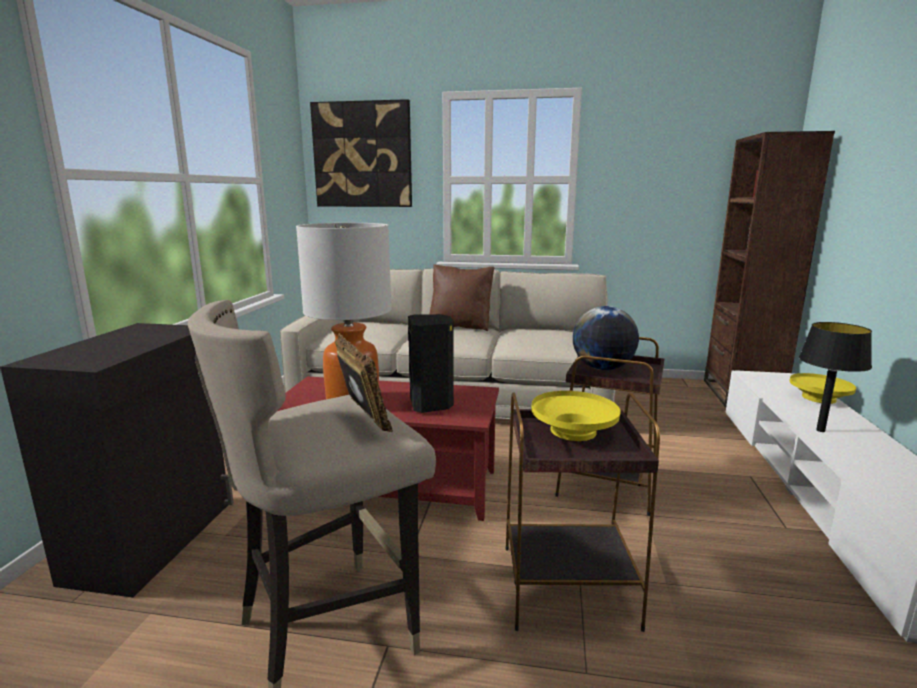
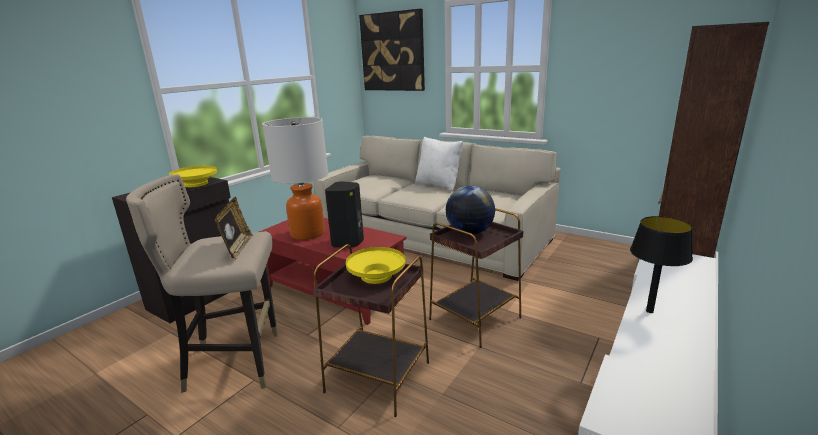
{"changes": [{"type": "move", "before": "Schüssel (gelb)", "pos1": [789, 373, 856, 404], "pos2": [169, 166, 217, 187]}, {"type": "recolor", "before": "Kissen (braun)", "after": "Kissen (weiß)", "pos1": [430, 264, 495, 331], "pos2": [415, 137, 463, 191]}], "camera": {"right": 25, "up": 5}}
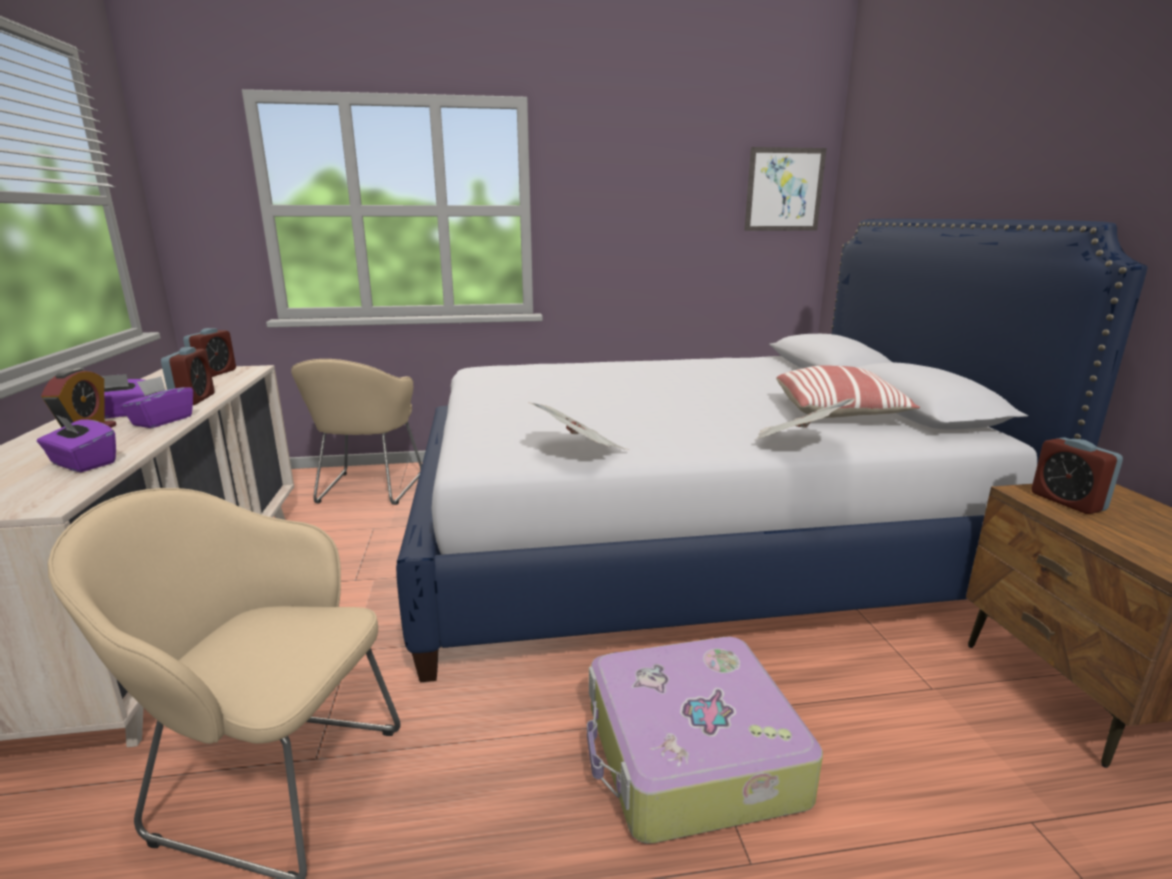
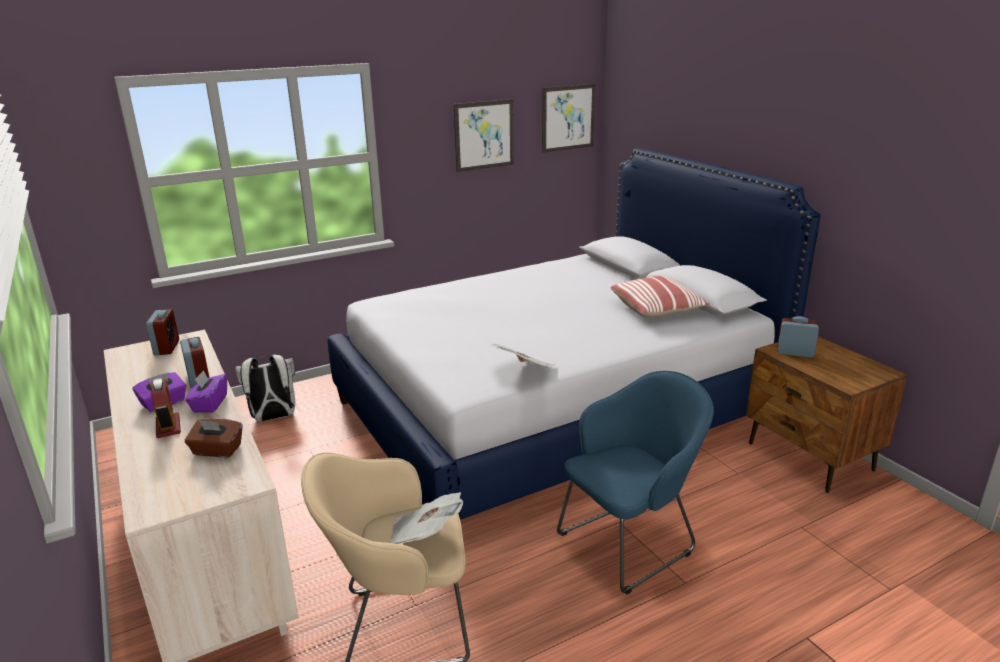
{"changes": [{"type": "insert", "after": "Bild", "pos2": [454, 99, 514, 172]}, {"type": "move", "before": "Zeitung", "pos1": [755, 398, 855, 440], "pos2": [389, 492, 463, 544]}, {"type": "replace", "before": "Sessel (beige)", "after": "Rucksack (weiß)", "pos1": [291, 359, 422, 505], "pos2": [235, 355, 296, 422]}, {"type": "replace", "before": "Koffer", "after": "Sessel (blau)", "pos1": [587, 637, 823, 844], "pos2": [557, 371, 714, 595]}, {"type": "recolor", "before": "Taschentuchbox (lila)", "after": "Taschentuchbox (braun)", "pos1": [37, 414, 116, 472], "pos2": [185, 418, 242, 458]}, {"type": "rotate", "before": "Wecker", "pos1": [1032, 437, 1123, 514], "pos2": [778, 316, 819, 358], "turn": 150}], "camera": {"right": -20, "up": 5}}
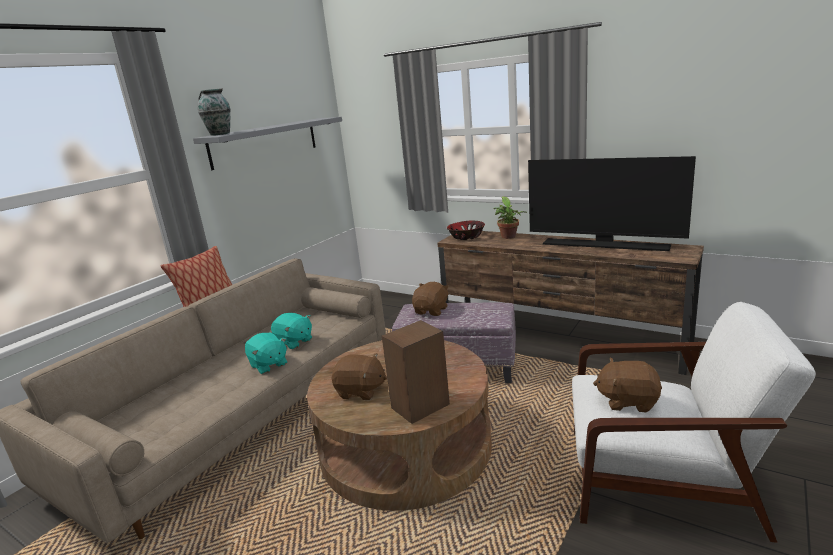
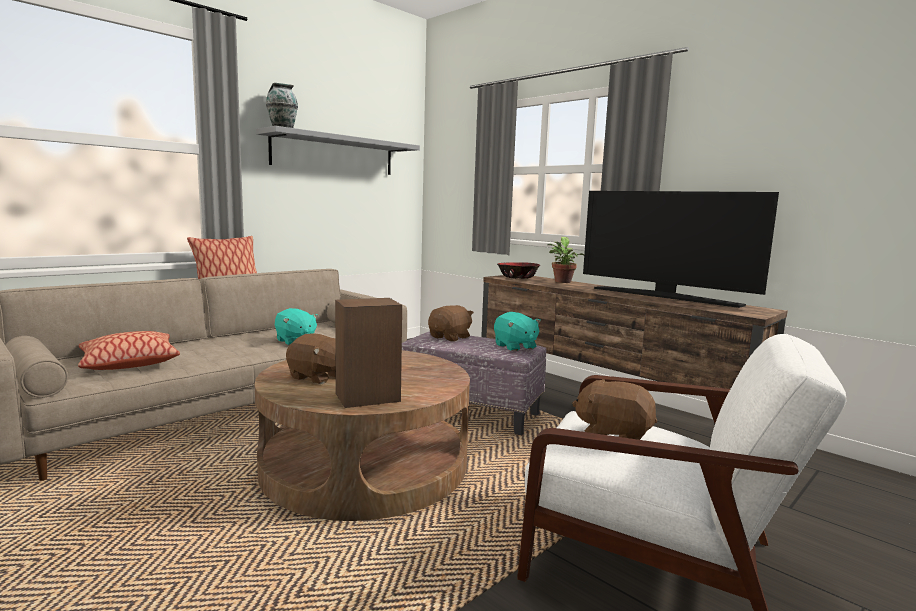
{"changes": [{"type": "insert", "after": "Kissen", "pos2": [78, 331, 180, 370]}, {"type": "move", "before": "Plüschtier (türkis)", "pos1": [245, 333, 287, 374], "pos2": [494, 312, 541, 351]}], "camera": {"right": 10, "up": -10}}
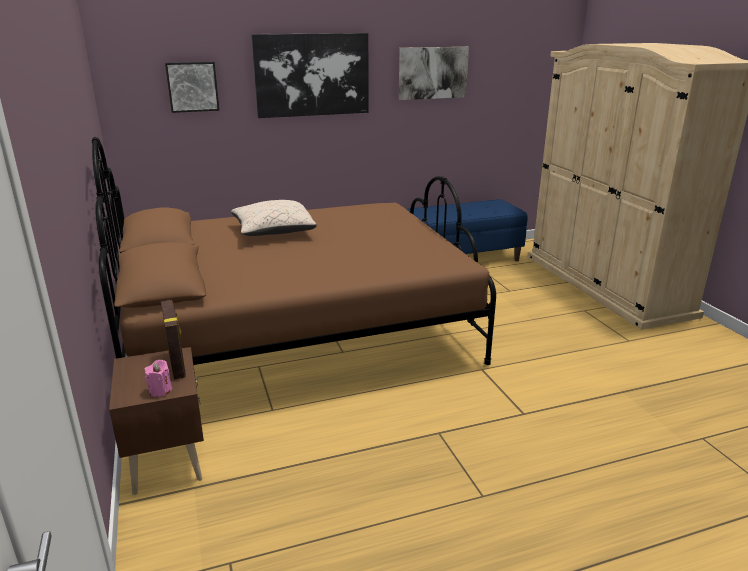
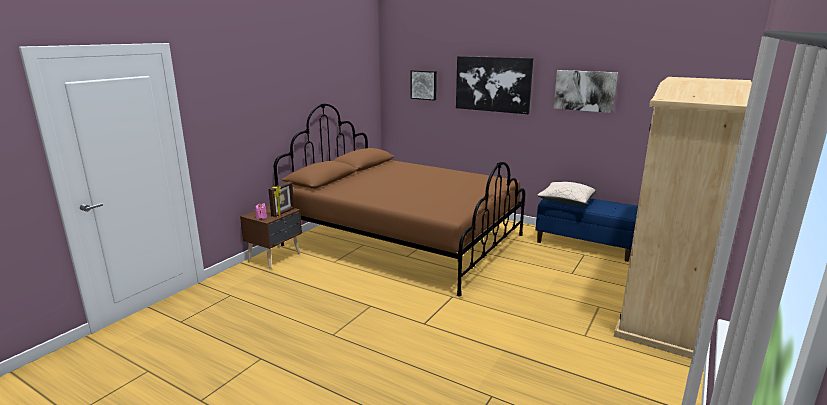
{"changes": [{"type": "move", "before": "Kissen (beige)", "pos1": [231, 200, 317, 236], "pos2": [538, 182, 596, 206]}], "camera": {"right": 50, "up": -5}}
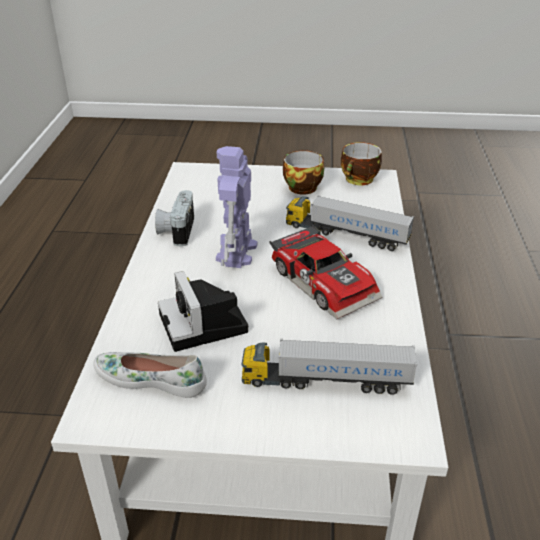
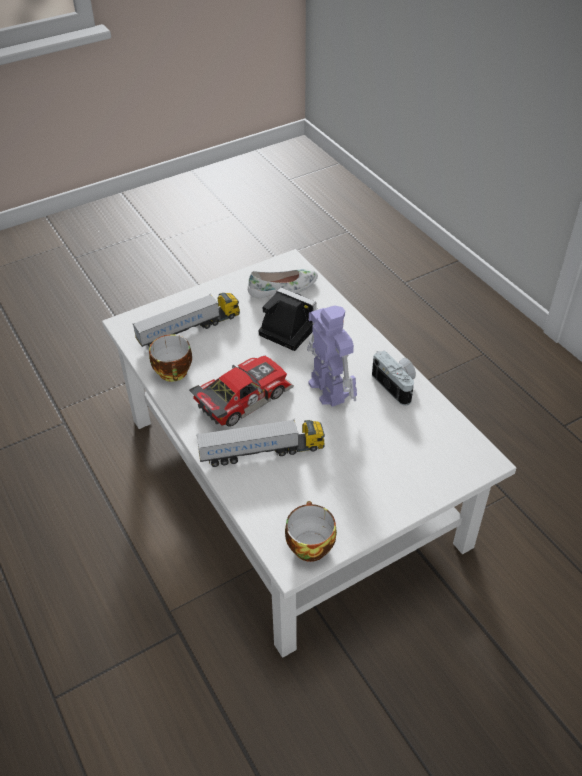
{"changes": [{"type": "move", "before": "Tasse", "pos1": [283, 150, 324, 195], "pos2": [149, 334, 192, 382]}, {"type": "rotate", "before": "Spielzeugauto", "pos1": [270, 225, 382, 319], "pos2": [189, 356, 294, 427], "turn": 120}], "camera": {"right": 145, "up": 10}}
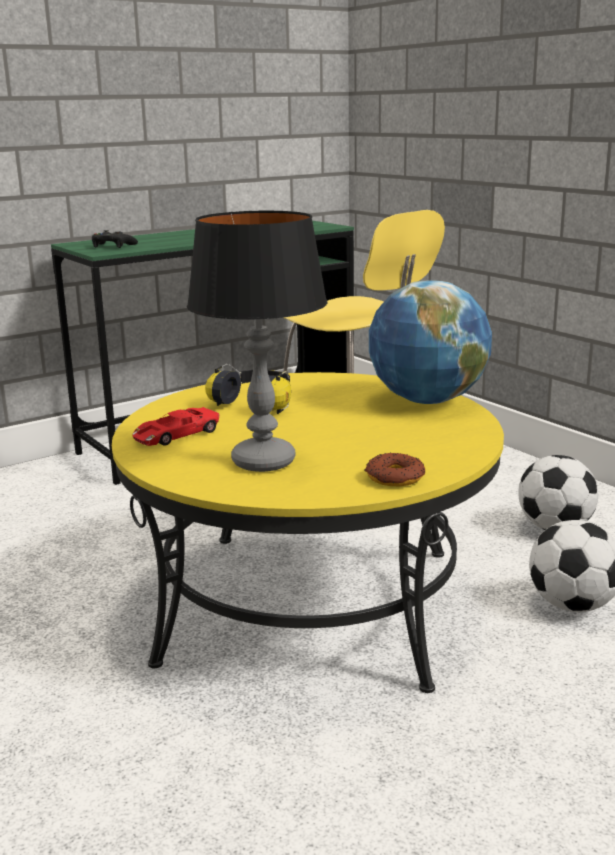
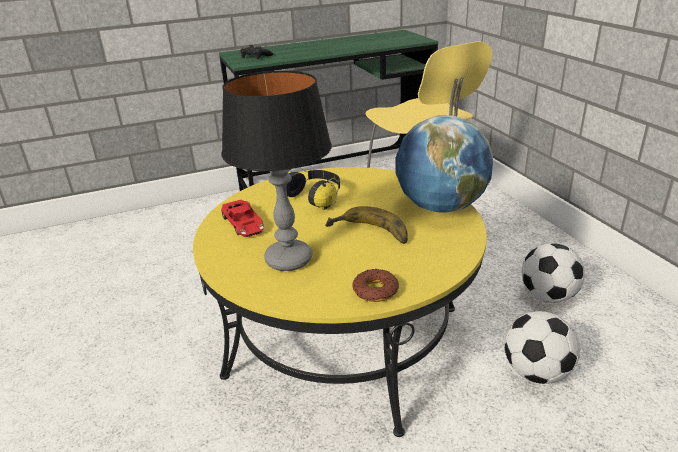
{"changes": [{"type": "insert", "after": "Banane", "pos2": [325, 206, 408, 244]}, {"type": "rotate", "before": "Spielzeugauto (rot)", "pos1": [133, 407, 219, 446], "pos2": [221, 199, 264, 237], "turn": -90}], "camera": {"right": 15, "up": 10}}
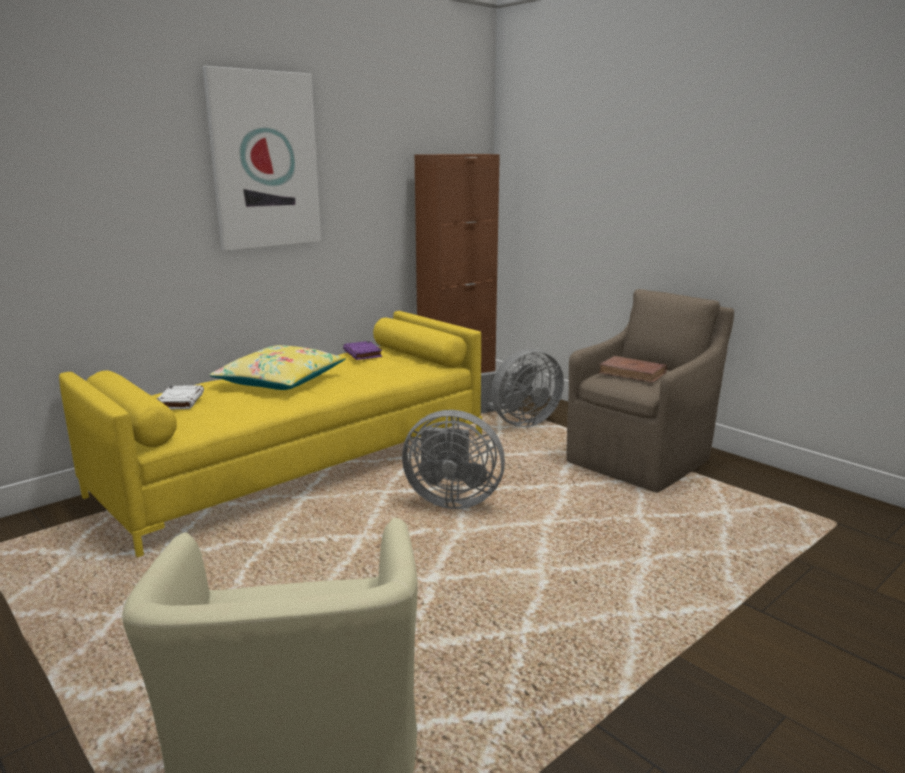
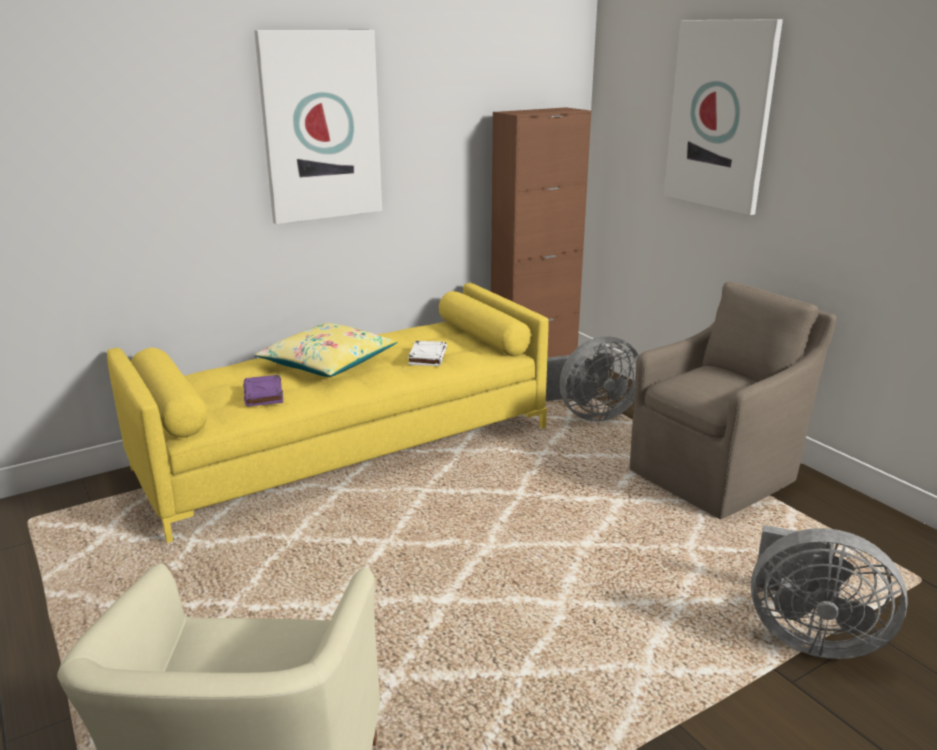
{"changes": [{"type": "delete", "before": "Buch (braun)", "pos1": [598, 356, 667, 383]}, {"type": "insert", "after": "Bild", "pos2": [664, 19, 783, 215]}, {"type": "move", "before": "Buch (weiß)", "pos1": [157, 385, 204, 409], "pos2": [408, 341, 447, 366]}, {"type": "move", "before": "Buch (lila)", "pos1": [343, 341, 382, 360], "pos2": [243, 375, 283, 407]}, {"type": "move", "before": "Ventilator (grau)", "pos1": [402, 410, 505, 509], "pos2": [751, 525, 908, 659]}], "camera": {"right": 10, "up": 5}}
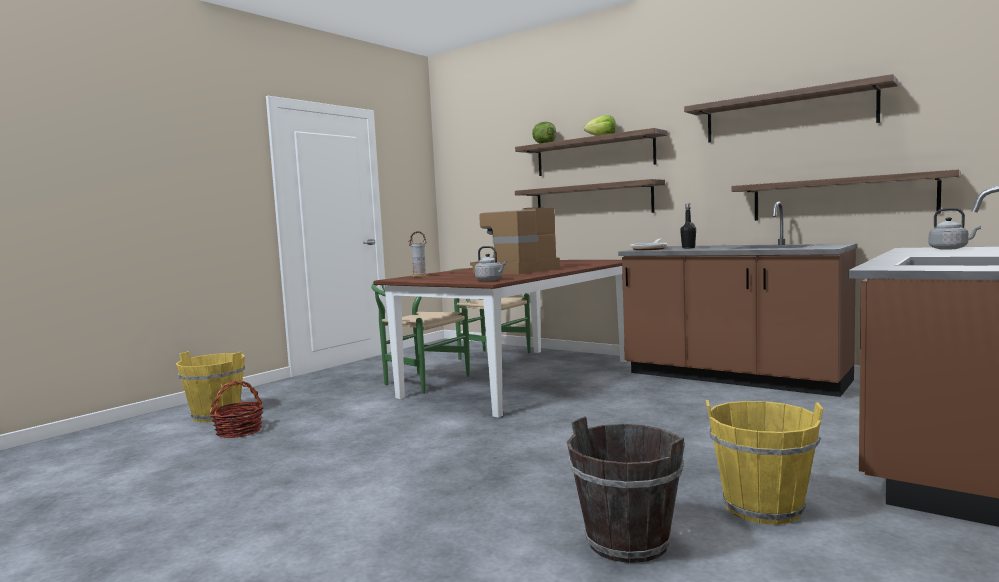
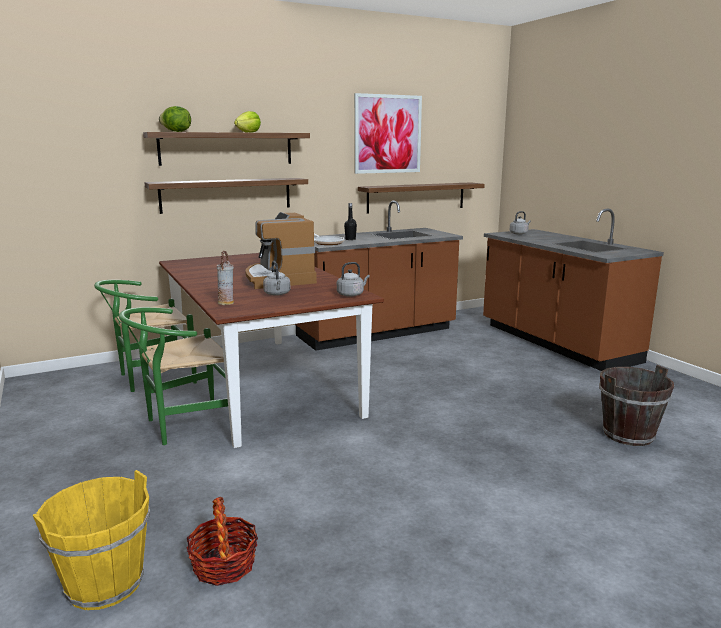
{"changes": [{"type": "delete", "before": "Eimer (gelb)", "pos1": [706, 400, 823, 525]}, {"type": "insert", "after": "Wasserkessel (grau)", "pos2": [263, 261, 290, 296]}, {"type": "replace", "before": "Wandregal", "after": "Bild", "pos1": [684, 74, 898, 142], "pos2": [354, 93, 422, 174]}], "camera": {"right": -65, "up": 10}}
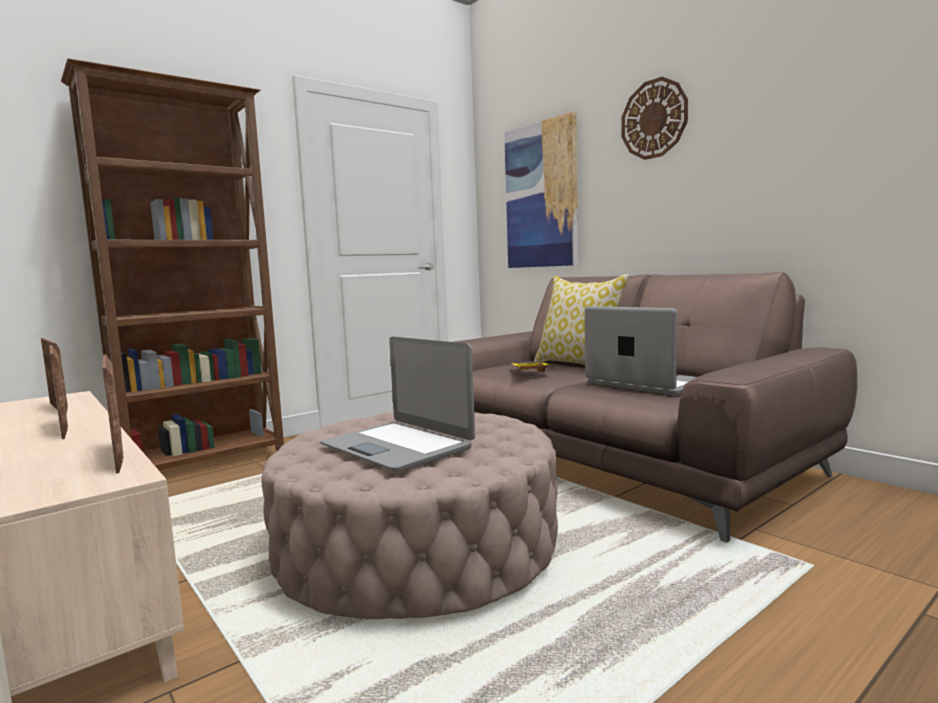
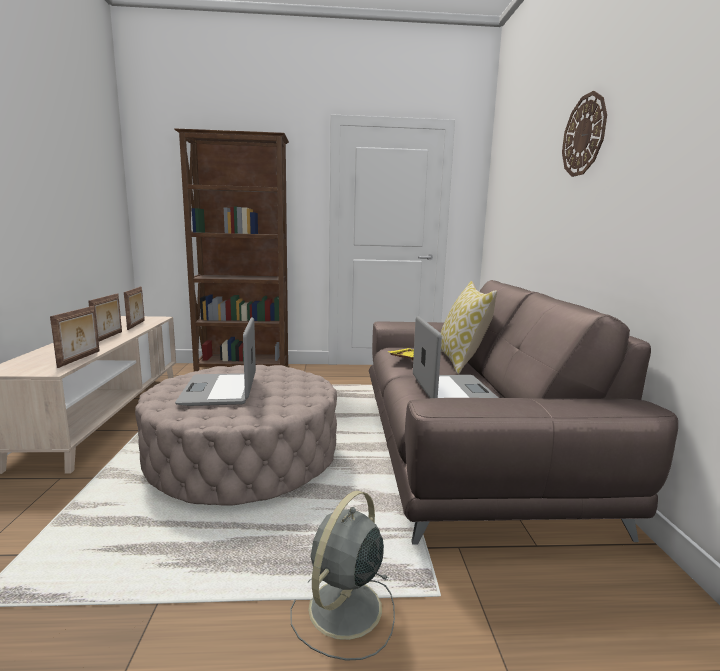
{"changes": [{"type": "delete", "before": "Bild", "pos1": [504, 111, 578, 268]}, {"type": "insert", "after": "Ventilator (grau)", "pos2": [290, 490, 395, 661]}], "camera": {"right": 35, "up": 5}}
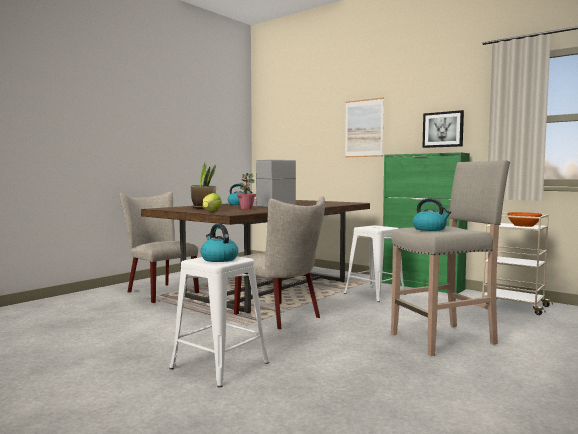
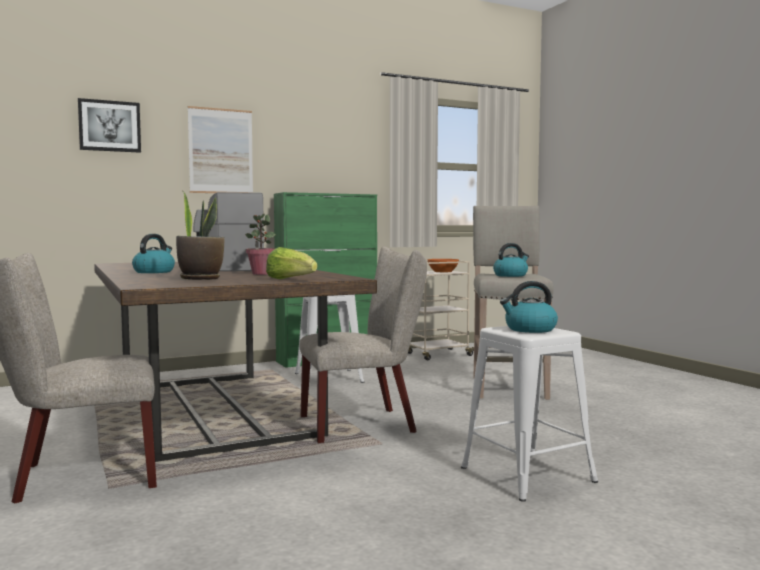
{"changes": [{"type": "move", "before": "Bild", "pos1": [422, 110, 464, 148], "pos2": [78, 98, 141, 153]}], "camera": {"right": -65, "up": 0}}
